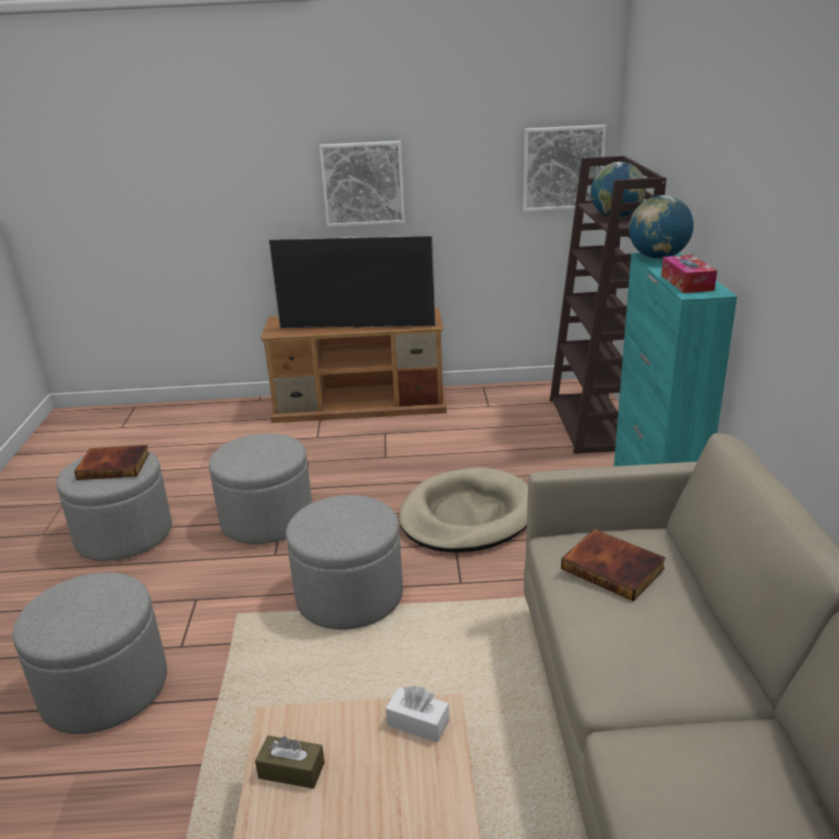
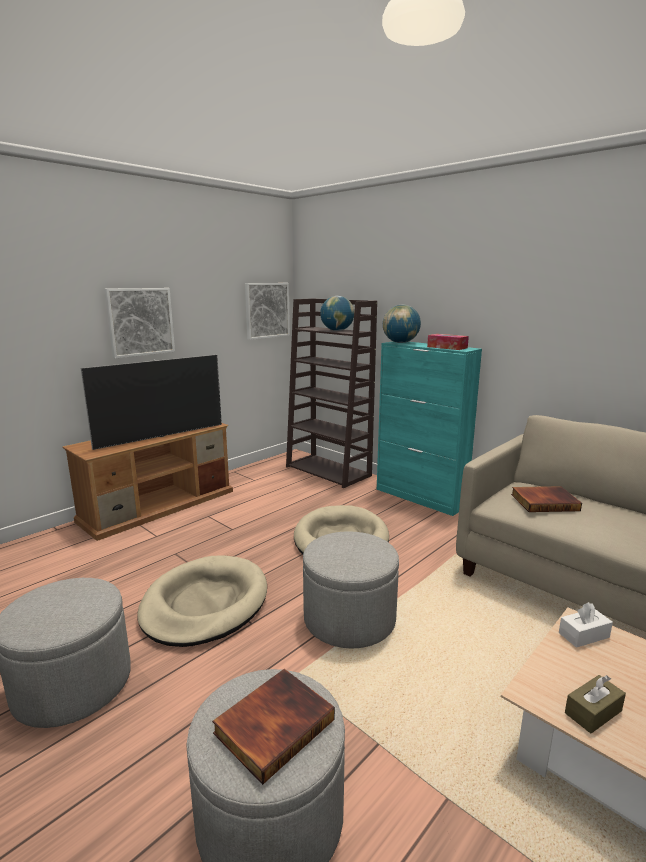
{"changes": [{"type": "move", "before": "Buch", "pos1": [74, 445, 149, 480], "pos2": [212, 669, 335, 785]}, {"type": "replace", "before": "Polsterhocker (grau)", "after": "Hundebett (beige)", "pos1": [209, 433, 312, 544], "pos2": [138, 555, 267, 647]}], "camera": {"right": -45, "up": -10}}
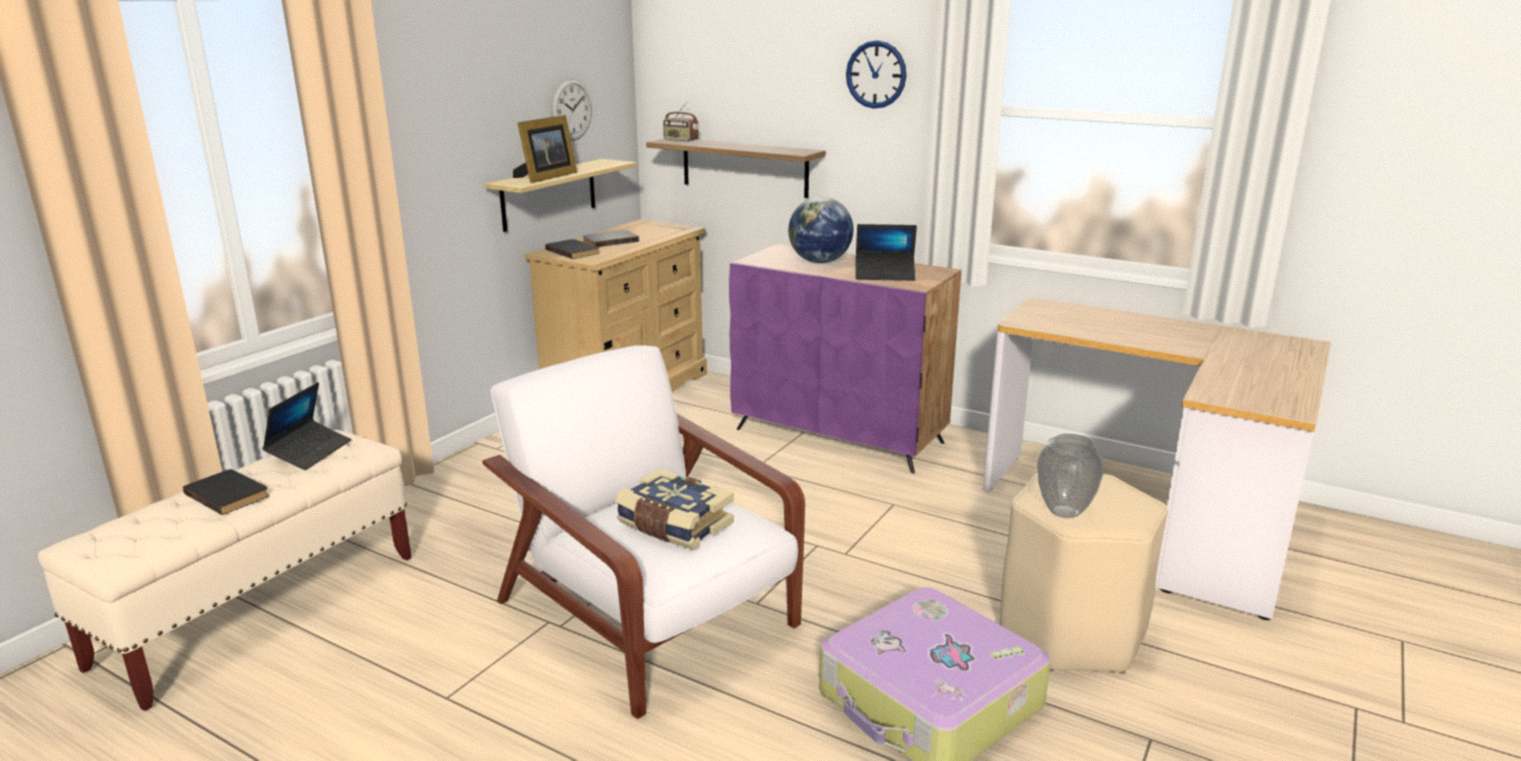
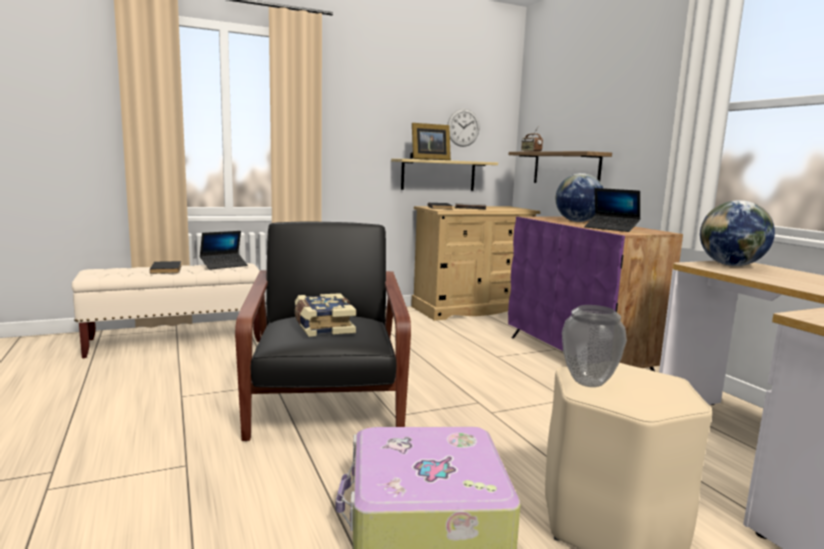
{"changes": [{"type": "delete", "before": "Wanduhr", "pos1": [846, 40, 906, 109]}, {"type": "insert", "after": "Globus", "pos2": [700, 200, 775, 266]}, {"type": "recolor", "before": "Sessel (weiß)", "after": "Sessel (schwarz)", "pos1": [482, 345, 805, 719], "pos2": [235, 222, 411, 441]}], "camera": {"right": 35, "up": -10}}
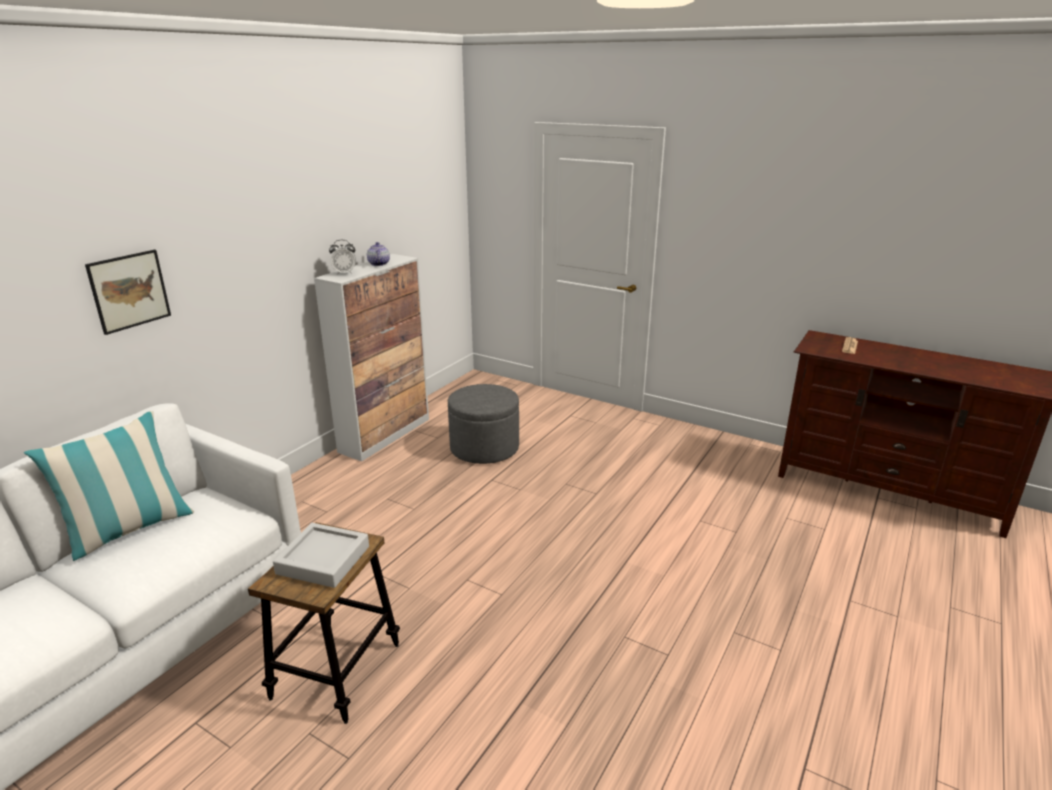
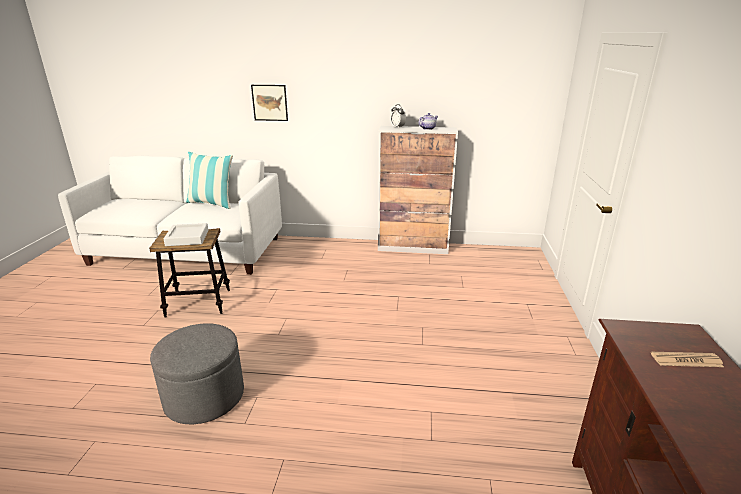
{"changes": [{"type": "move", "before": "Polsterhocker (grau)", "pos1": [448, 384, 519, 464], "pos2": [150, 323, 244, 425]}], "camera": {"right": 65, "up": 0}}
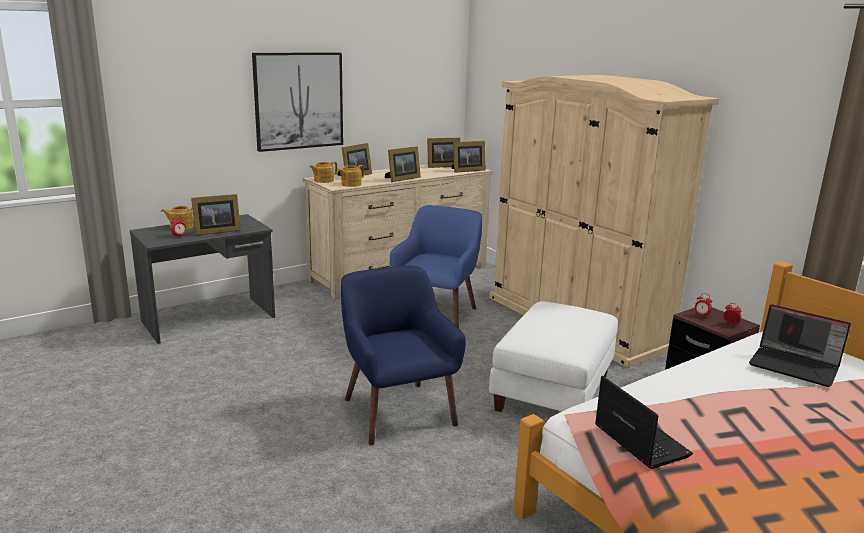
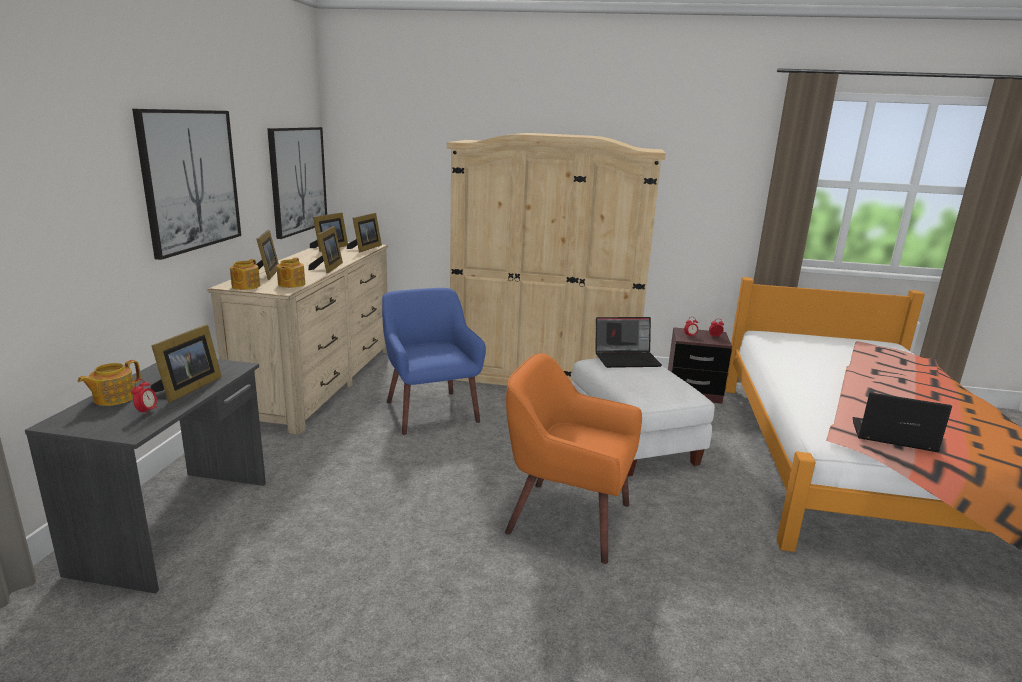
{"changes": [{"type": "insert", "after": "Bild", "pos2": [267, 127, 327, 239]}, {"type": "move", "before": "Laptop", "pos1": [749, 304, 851, 387], "pos2": [595, 317, 662, 368]}, {"type": "recolor", "before": "Sessel (blau)", "after": "Sessel (orange)", "pos1": [341, 265, 466, 446], "pos2": [505, 353, 642, 564]}], "camera": {"right": -45, "up": 0}}
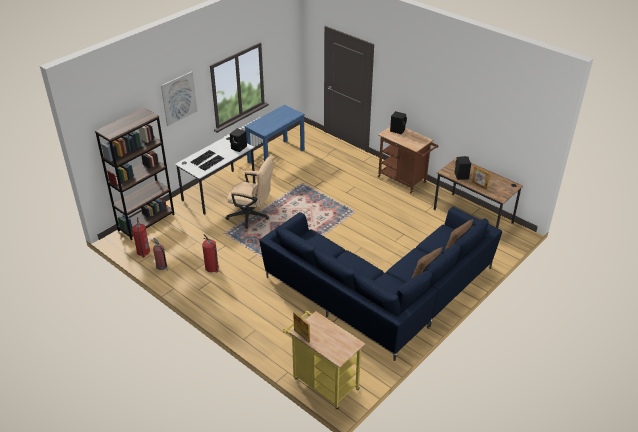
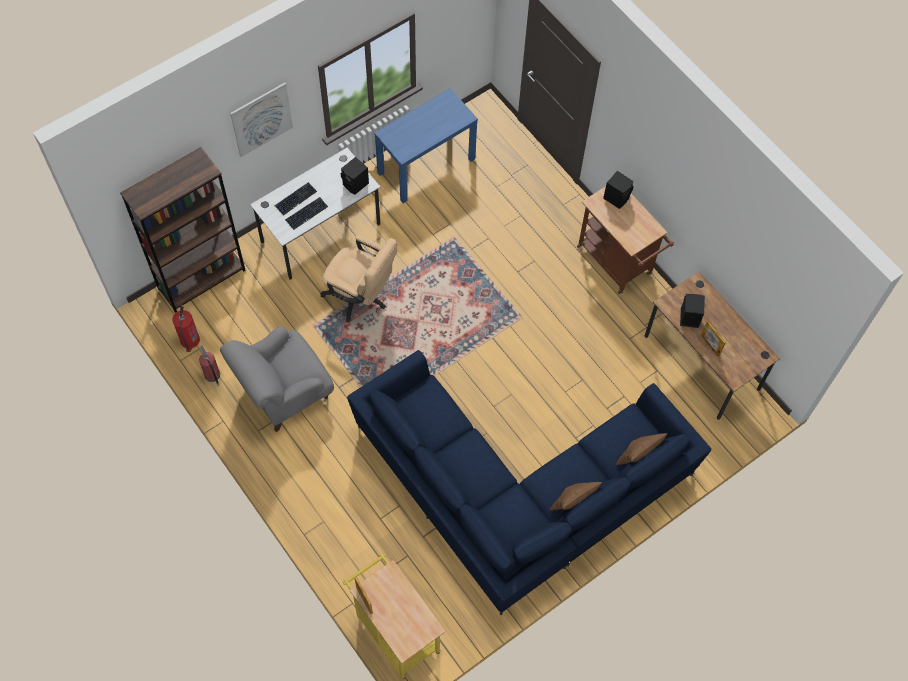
{"changes": [{"type": "replace", "before": "Feuerlöscher", "after": "Sessel (grau)", "pos1": [202, 234, 219, 273], "pos2": [220, 327, 334, 432]}], "camera": {"right": 10, "up": 25}}
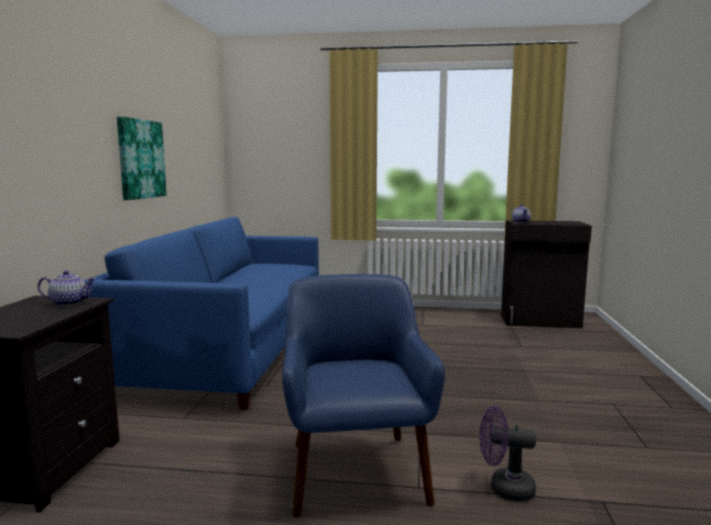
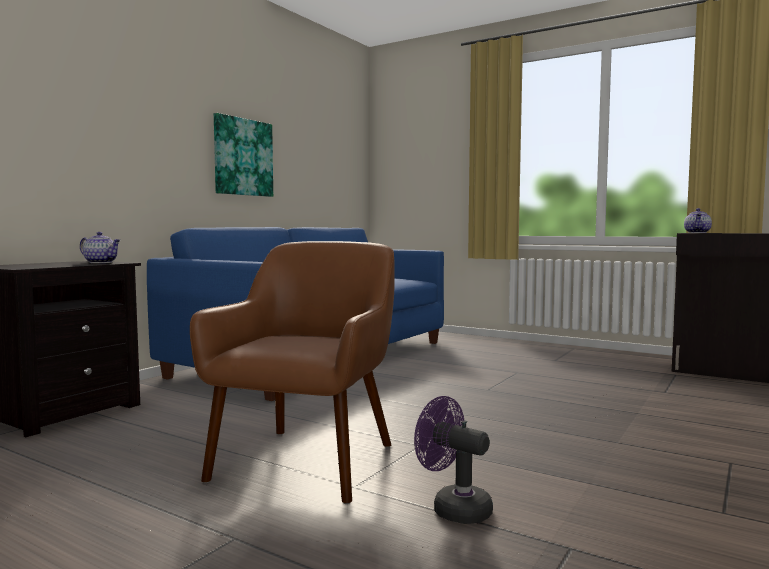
{"changes": [{"type": "recolor", "before": "Sessel (blau)", "after": "Sessel (braun)", "pos1": [282, 274, 445, 518], "pos2": [190, 241, 395, 504]}], "camera": {"right": 25, "up": -5}}
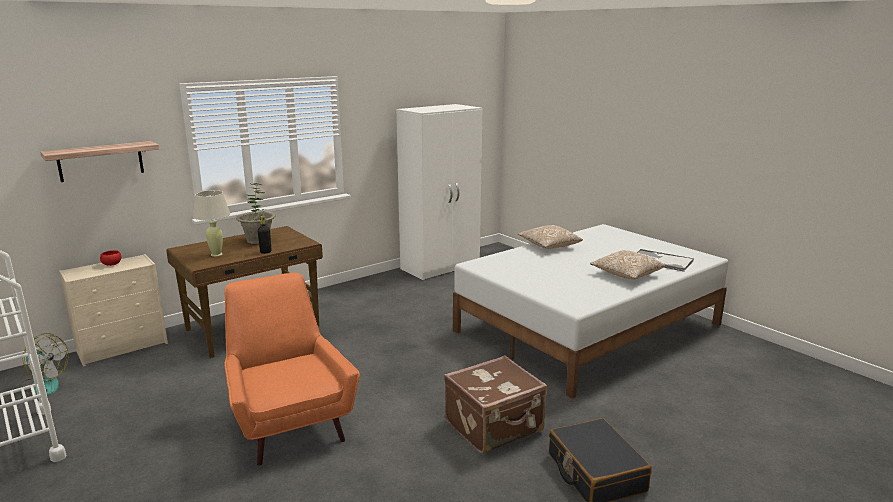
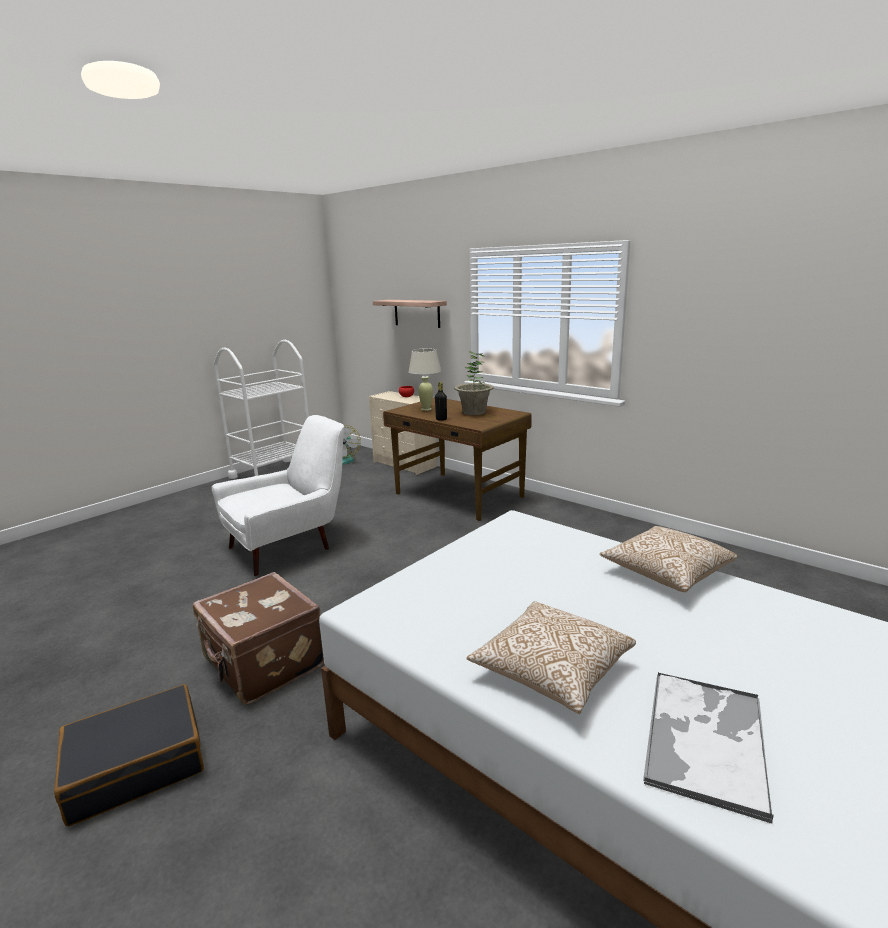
{"changes": [{"type": "delete", "before": "Kleiderschrank (weiß)", "pos1": [396, 104, 482, 280]}, {"type": "recolor", "before": "Sessel (orange)", "after": "Sessel (weiß)", "pos1": [224, 273, 360, 466], "pos2": [212, 415, 344, 576]}], "camera": {"right": 80, "up": 0}}
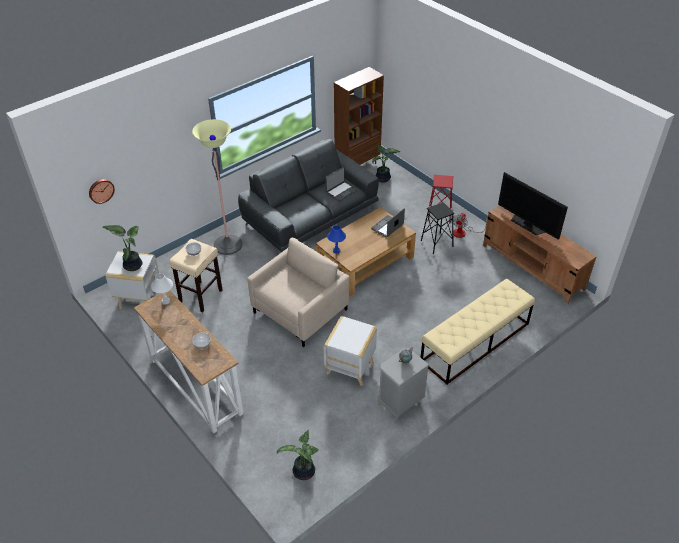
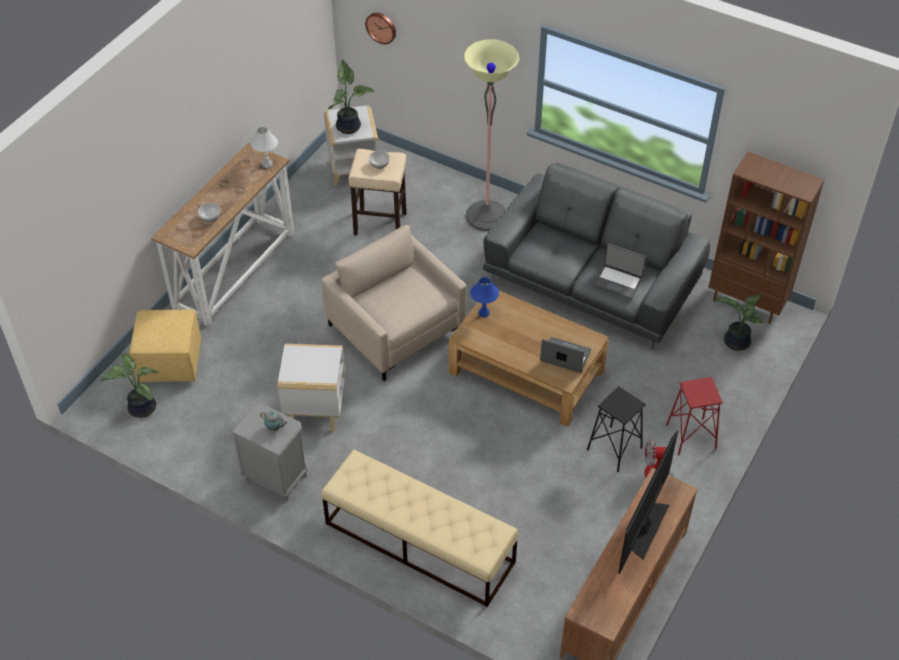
{"changes": [{"type": "insert", "after": "Polsterhocker (gelb)", "pos2": [129, 310, 201, 382]}, {"type": "rotate", "before": "Sessel (beige)", "pos1": [247, 238, 350, 347], "pos2": [321, 225, 467, 381], "turn": -150}], "camera": {"right": 70, "up": 5}}
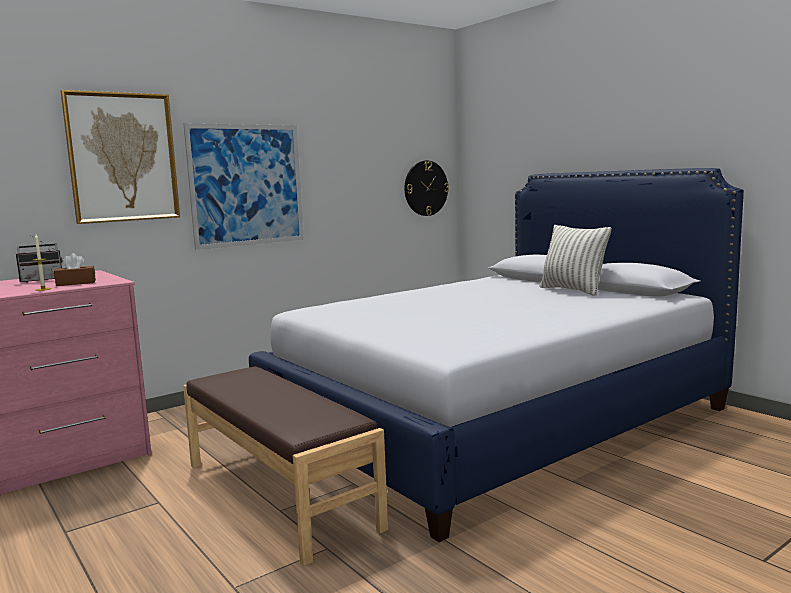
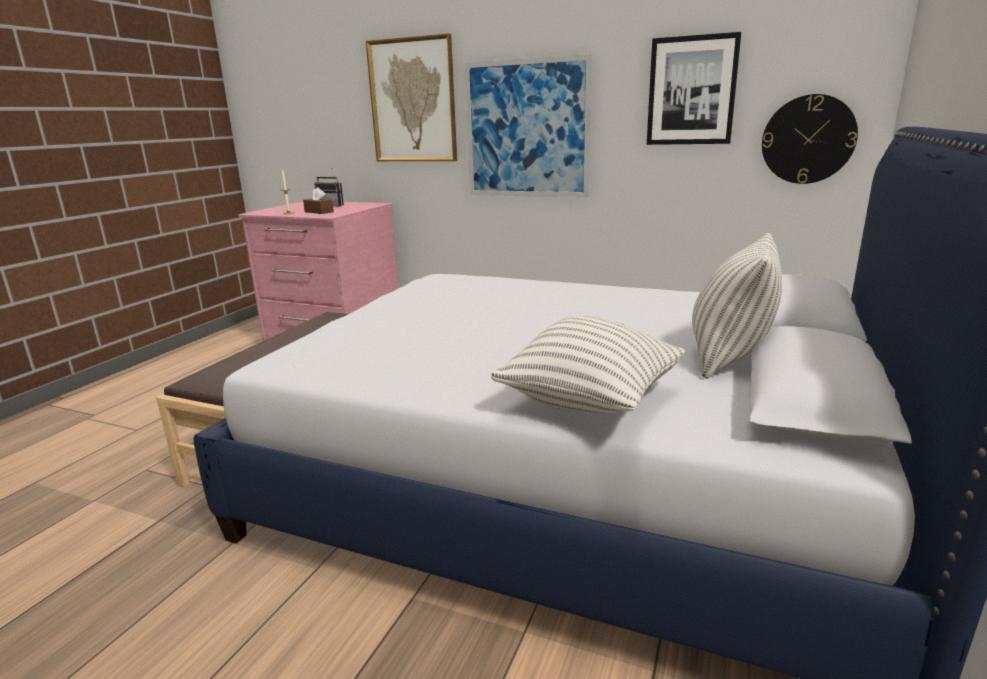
{"changes": [{"type": "insert", "after": "Kissen", "pos2": [491, 315, 685, 414]}, {"type": "insert", "after": "Bild", "pos2": [647, 32, 741, 145]}], "camera": {"right": 60, "up": 10}}
